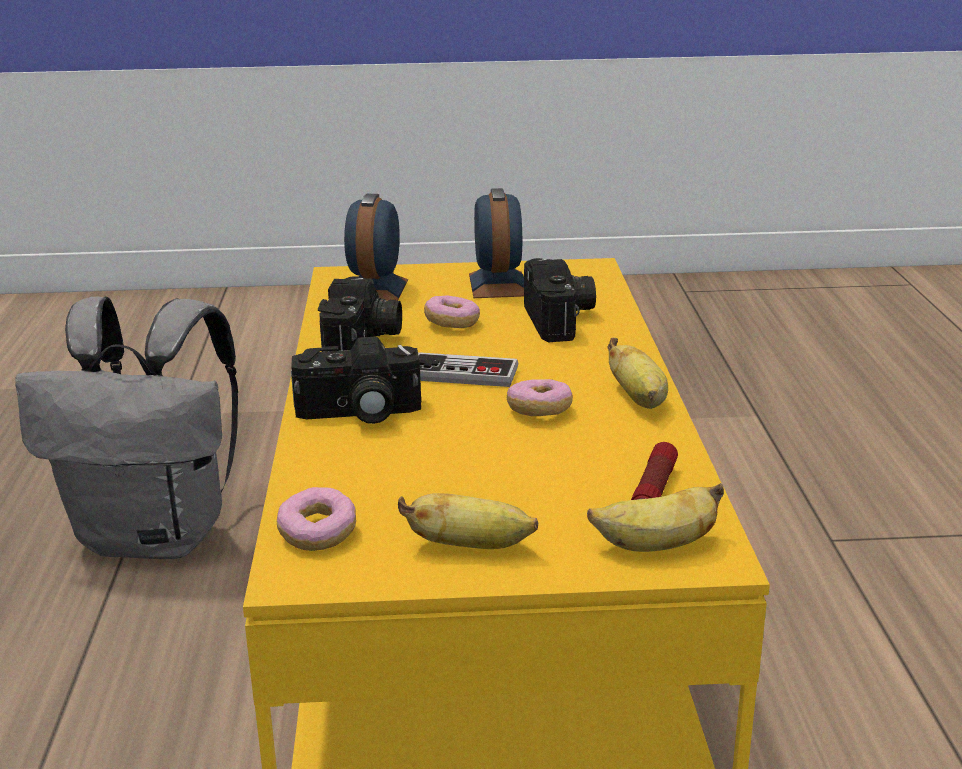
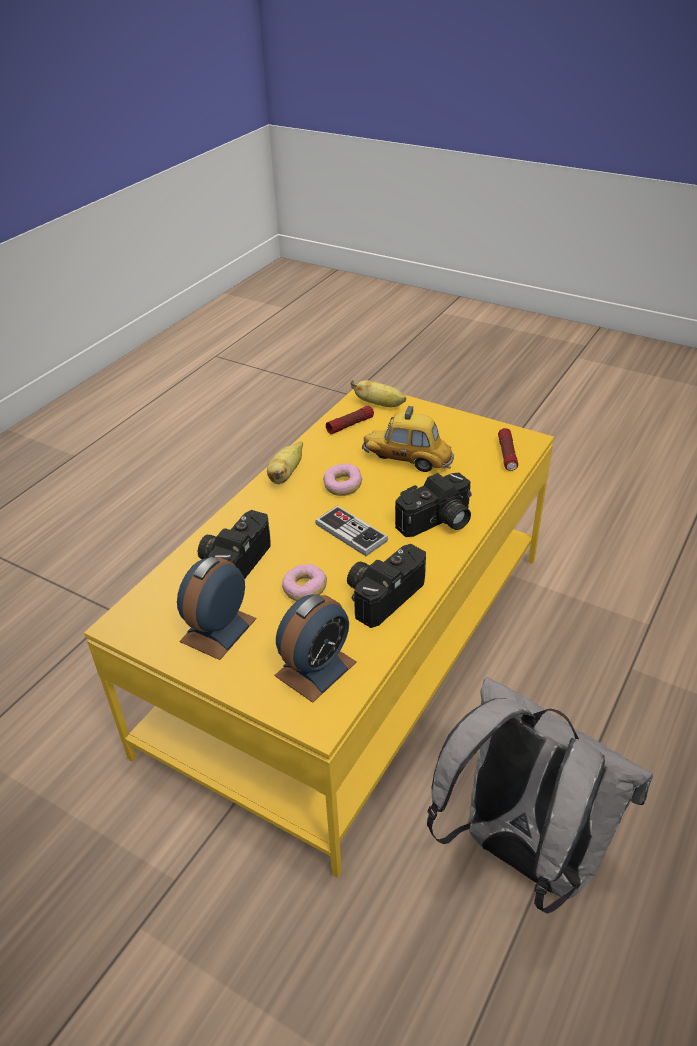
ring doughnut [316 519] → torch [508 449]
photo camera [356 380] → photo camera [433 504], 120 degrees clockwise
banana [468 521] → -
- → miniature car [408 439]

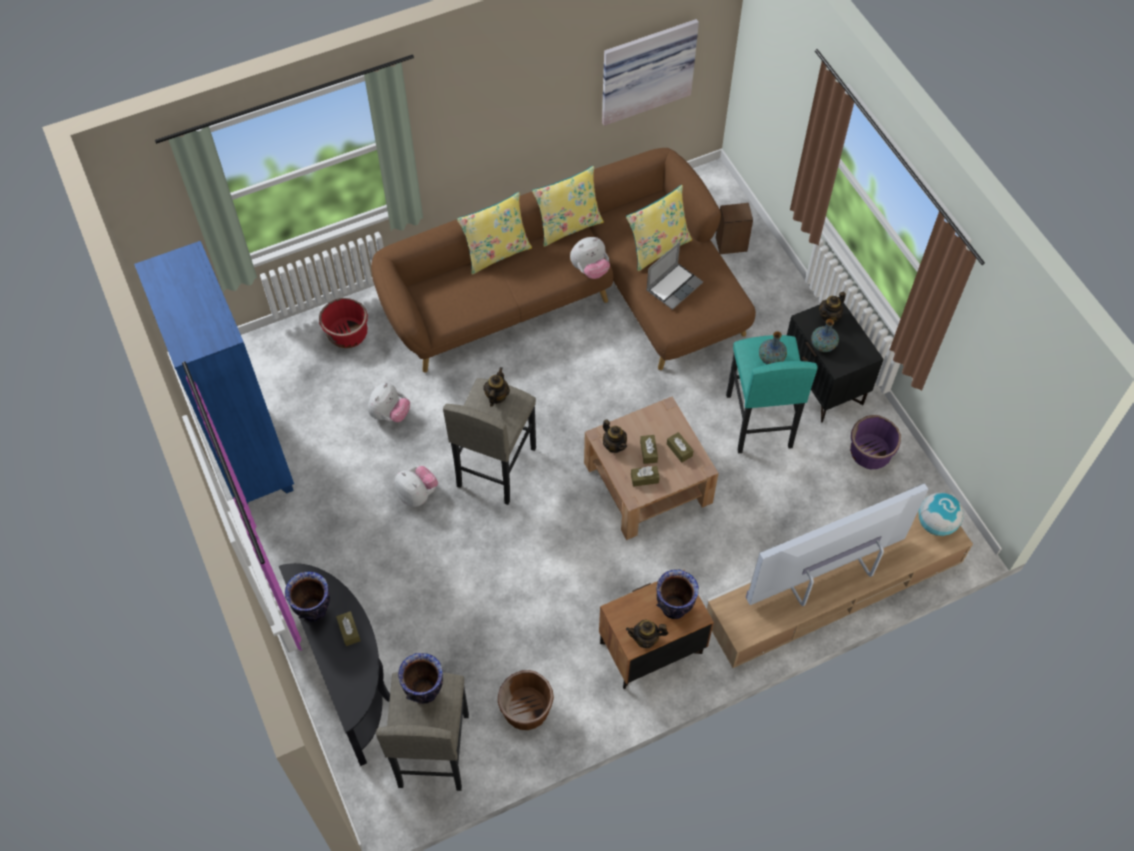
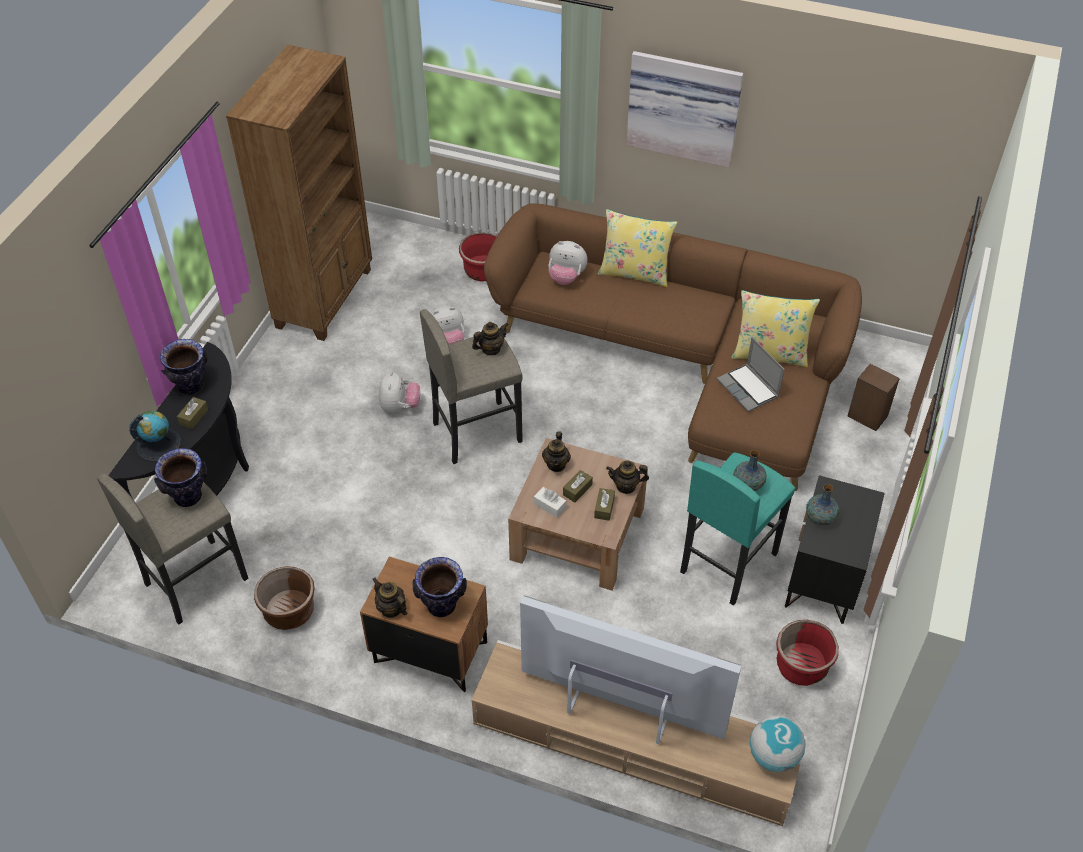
bookcase in blue [214 372] → bookcase in brown [299 193]
throw pillow in yellow [568 206] → -
soft toy [590 258] → soft toy [567 263], move
wall art [650 72] → wall art [685 109], move
tissue box in brown [645 476] → tissue box in white-coloured [550 502]
portable computer [675 275] → portable computer [751 374], 60 degrees clockwise
teapot [832 307] → teapot [627 477], move
plant pot in purplish [875 442] → plant pot in red-coloured [807 653]
- → globe [155 436]

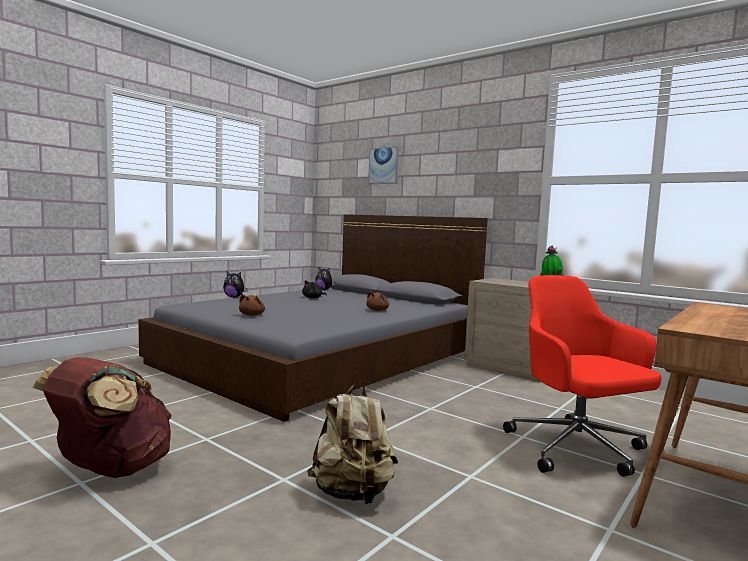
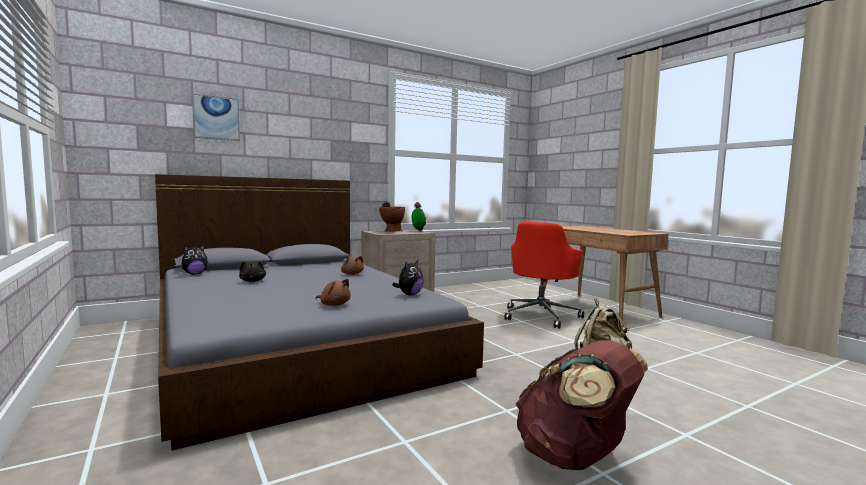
soft toy [235 285] → soft toy [408 277], move
office chair in red-coloured [582 376] → office chair in red-coloured [544 275], 60 degrees counterclockwise
- → decorative vase in brown [392 217]

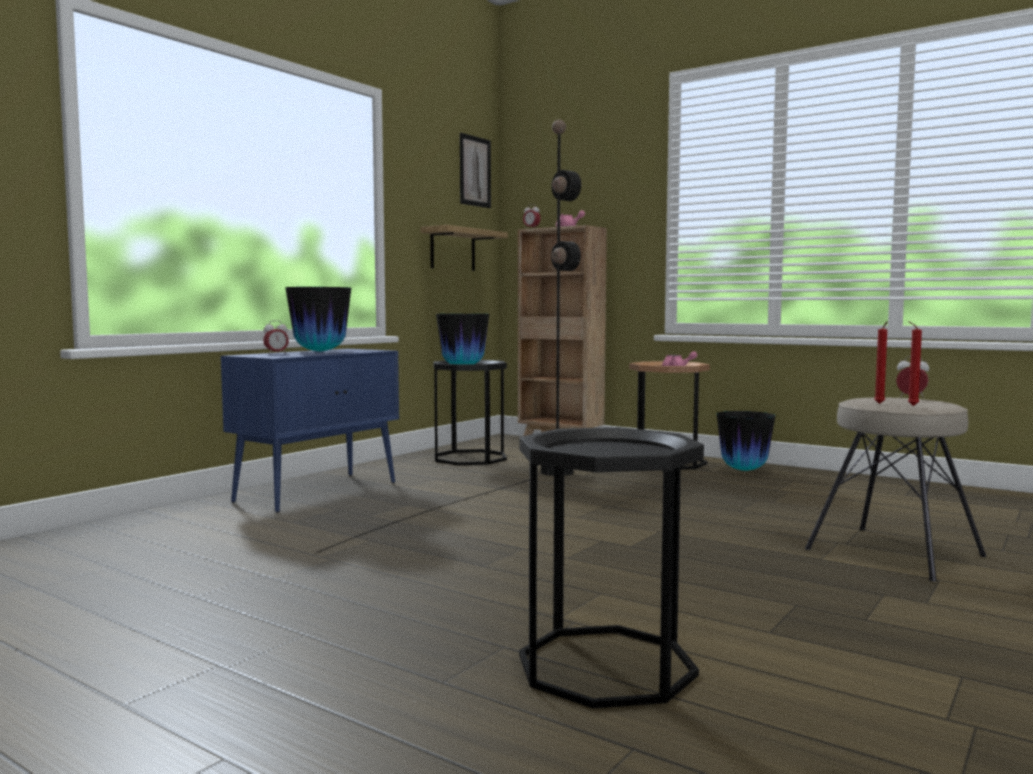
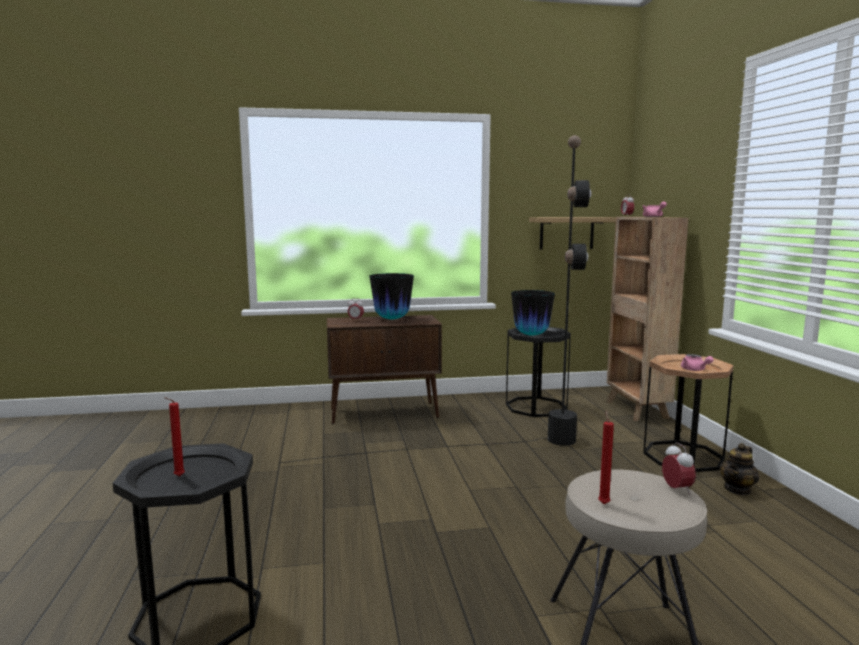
cabinet in blue [310 431] → cabinet in brown [384 369]
wall art [475 170] → -
decorative vase [746 441] → teapot [739 469]
candle in red-coloured [881 362] → candle in red-coloured [174 437], move

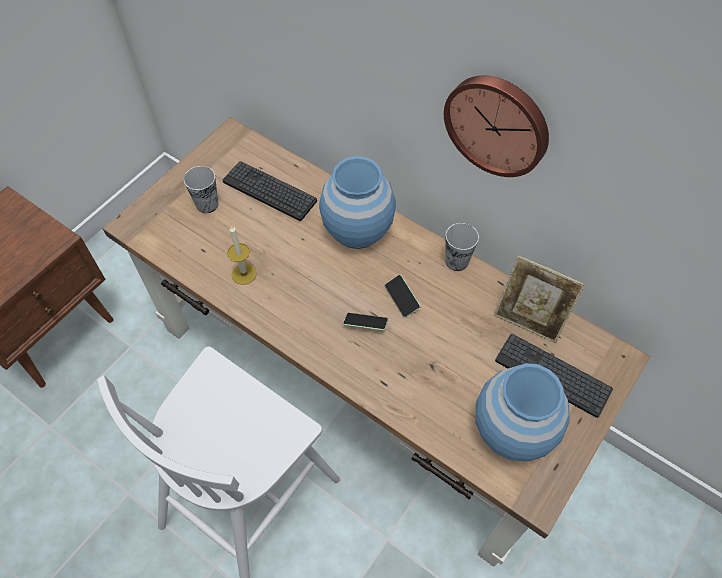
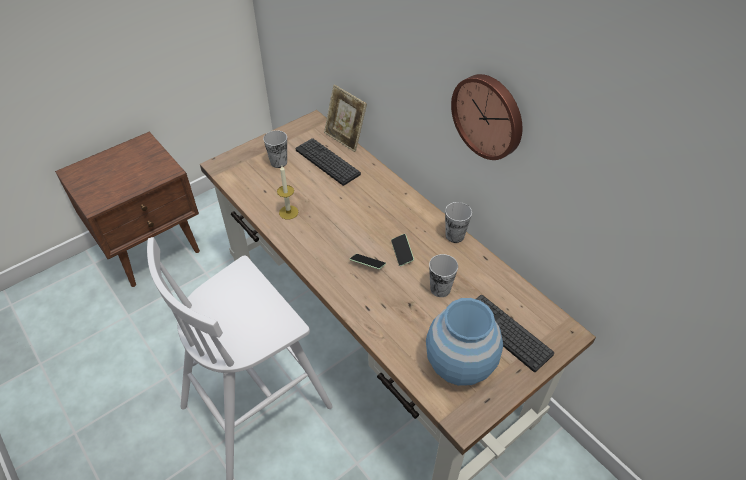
decorative vase in blue [357 202] → -
picture frame [540 299] → picture frame [345 118], move
- → small cup [443 275]

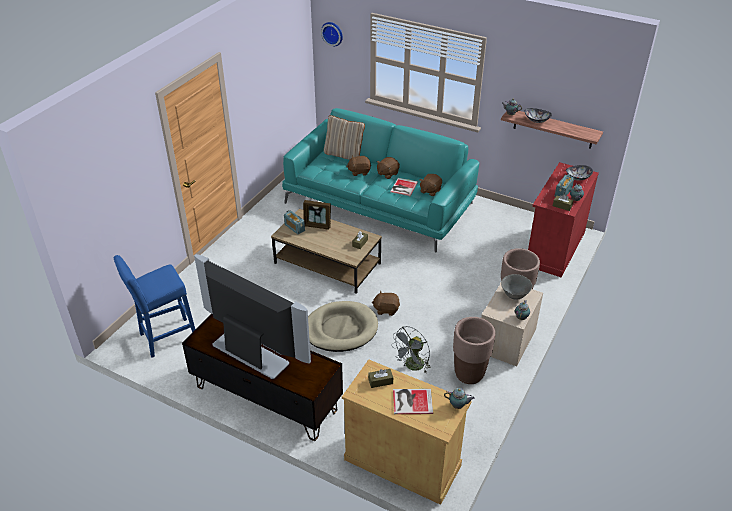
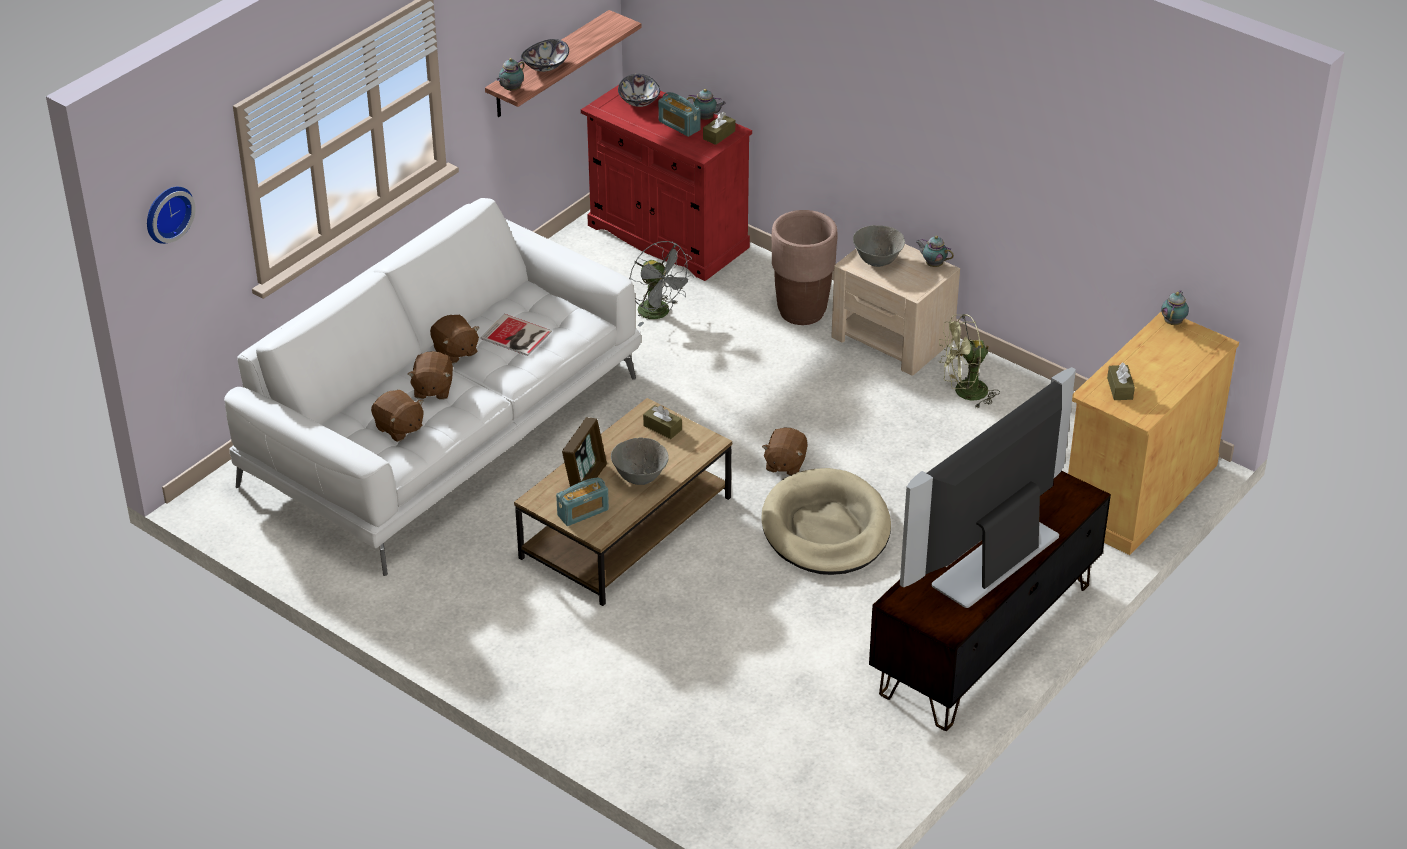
stool in blue [155 306] → -
couch in turquoise [380 180] → couch in white-coloured [432 387]
throw pillow in sand-coloured [344 137] → -
fan in gray [411 349] → fan in gray [661 284], move
volume [413 401] → -
soft toy in brown [430 185] → soft toy in brown [397 416], move
plant pot in brown [474 350] → fan in green [969 361]
- → deep dish in gray [640 461]

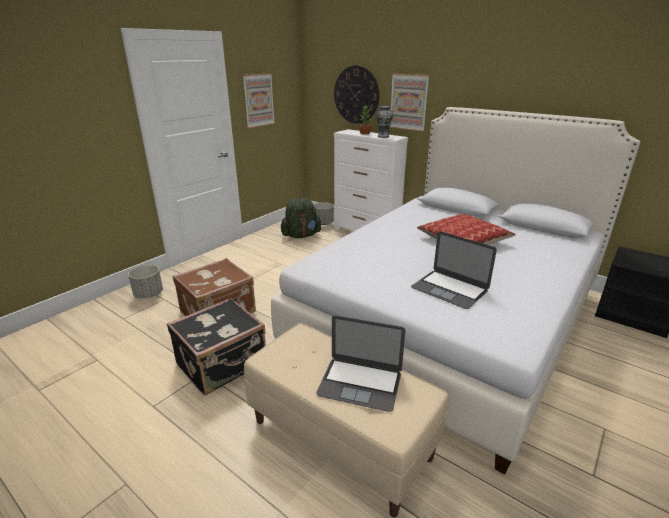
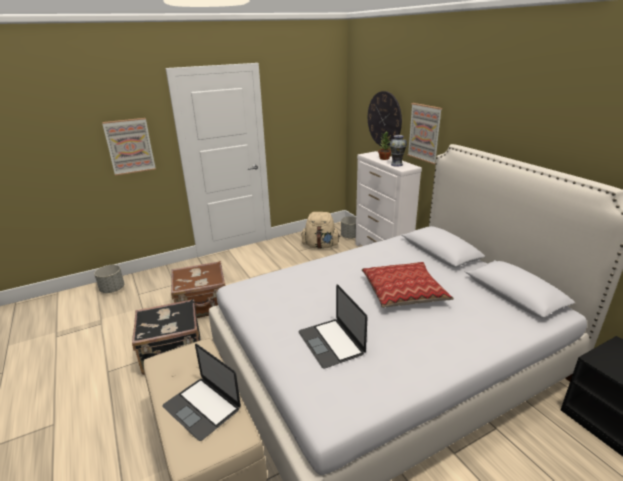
plant pot in gray [145 281] → plant pot in gray [109 279], move
wall art [258 100] → wall art [129 147], move
knapsack in green [301 218] → knapsack in sand-coloured [320 230]

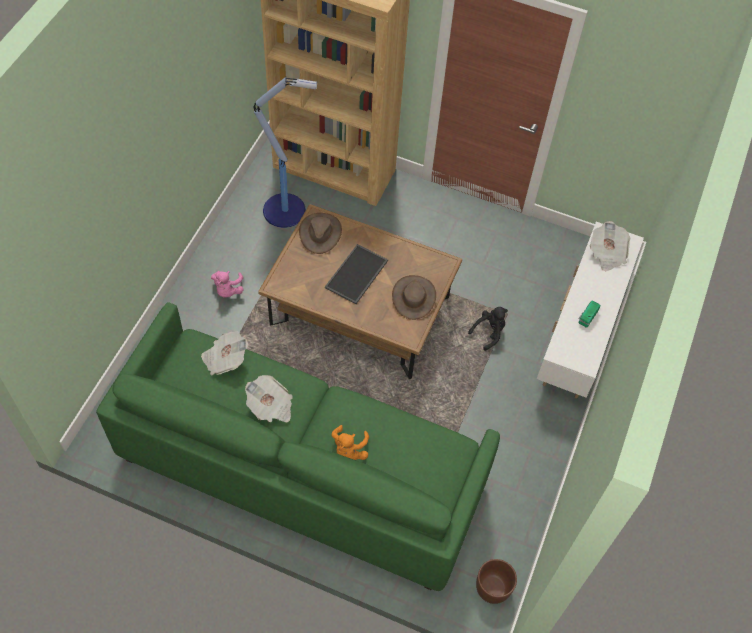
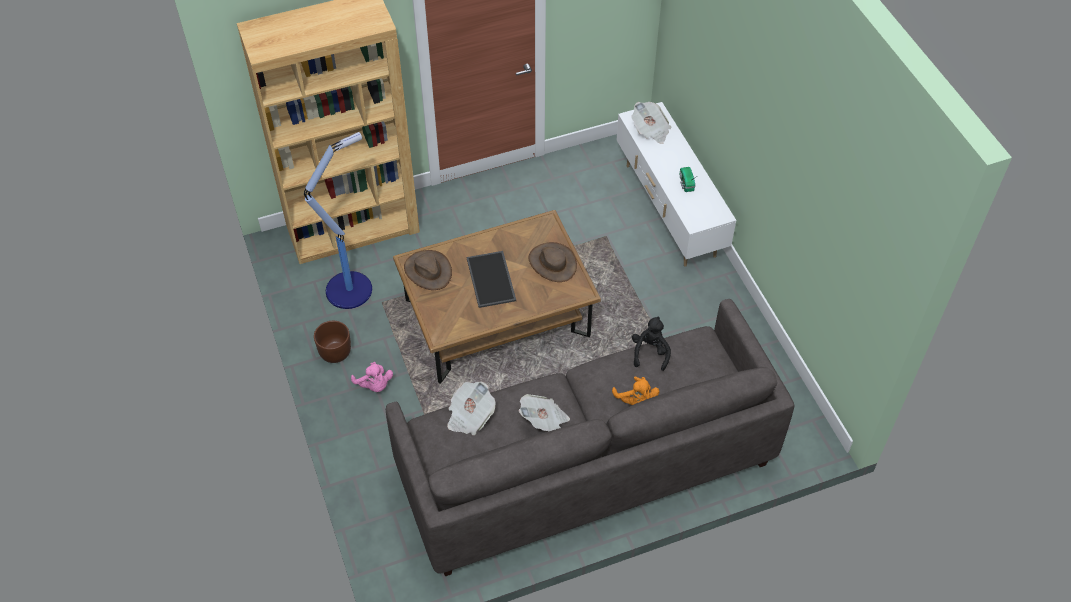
couch in green [298 446] → couch in gray [590 437]
soft toy in black [488 329] → soft toy in black [651 343], move
plant pot in brown [496 581] → plant pot in brown [332 342], move

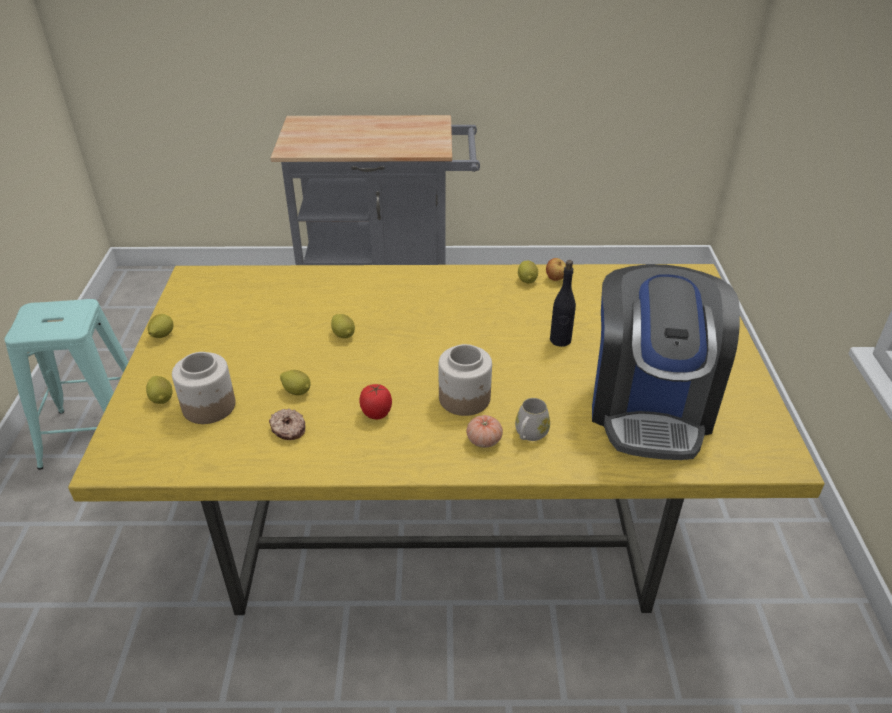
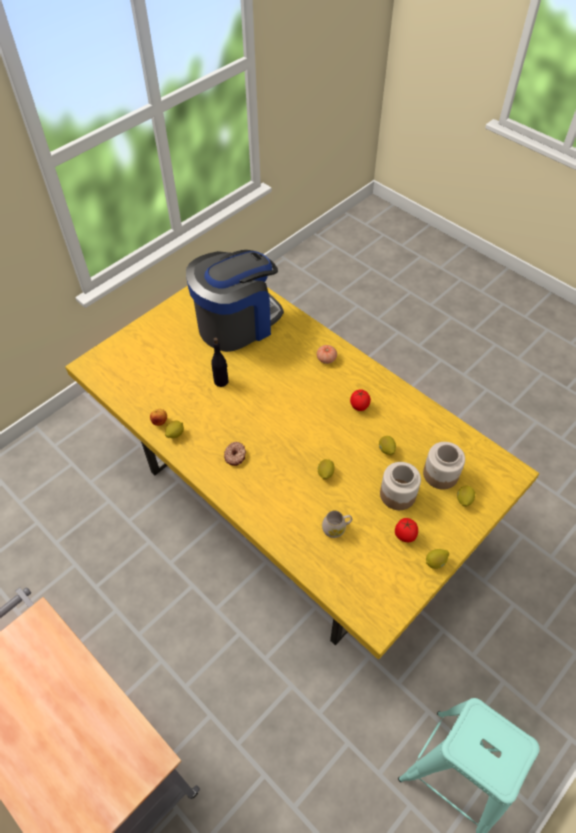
ring doughnut [287 424] → ring doughnut [235 454], move
preserve jar [465 380] → preserve jar [400 486], move
coffee mug in white-coloured [532 419] → coffee mug in white-coloured [337 524], move
- → fresh tomato [406 530]

